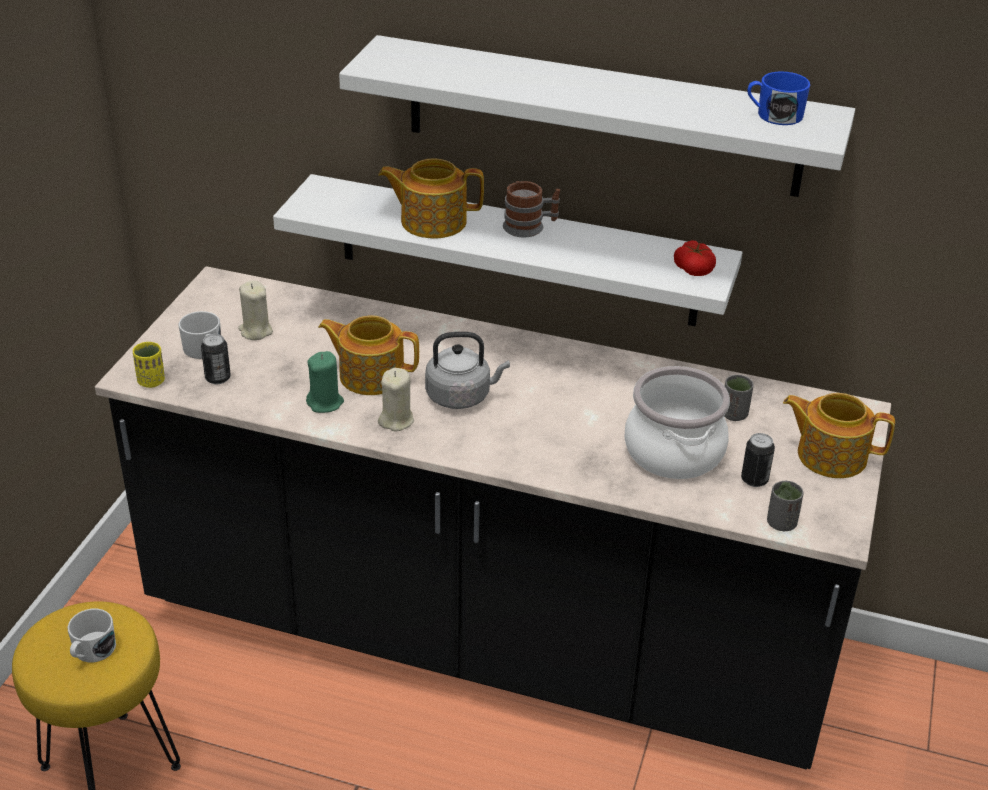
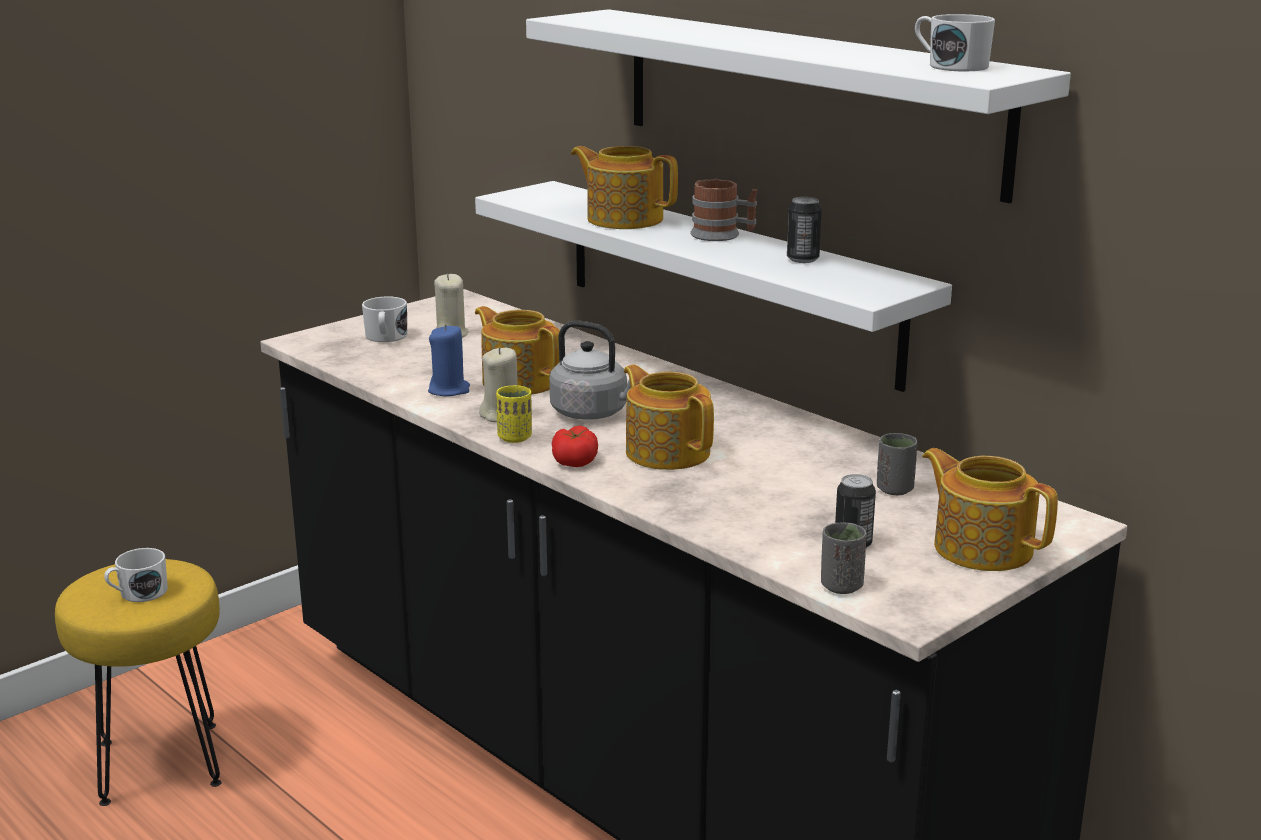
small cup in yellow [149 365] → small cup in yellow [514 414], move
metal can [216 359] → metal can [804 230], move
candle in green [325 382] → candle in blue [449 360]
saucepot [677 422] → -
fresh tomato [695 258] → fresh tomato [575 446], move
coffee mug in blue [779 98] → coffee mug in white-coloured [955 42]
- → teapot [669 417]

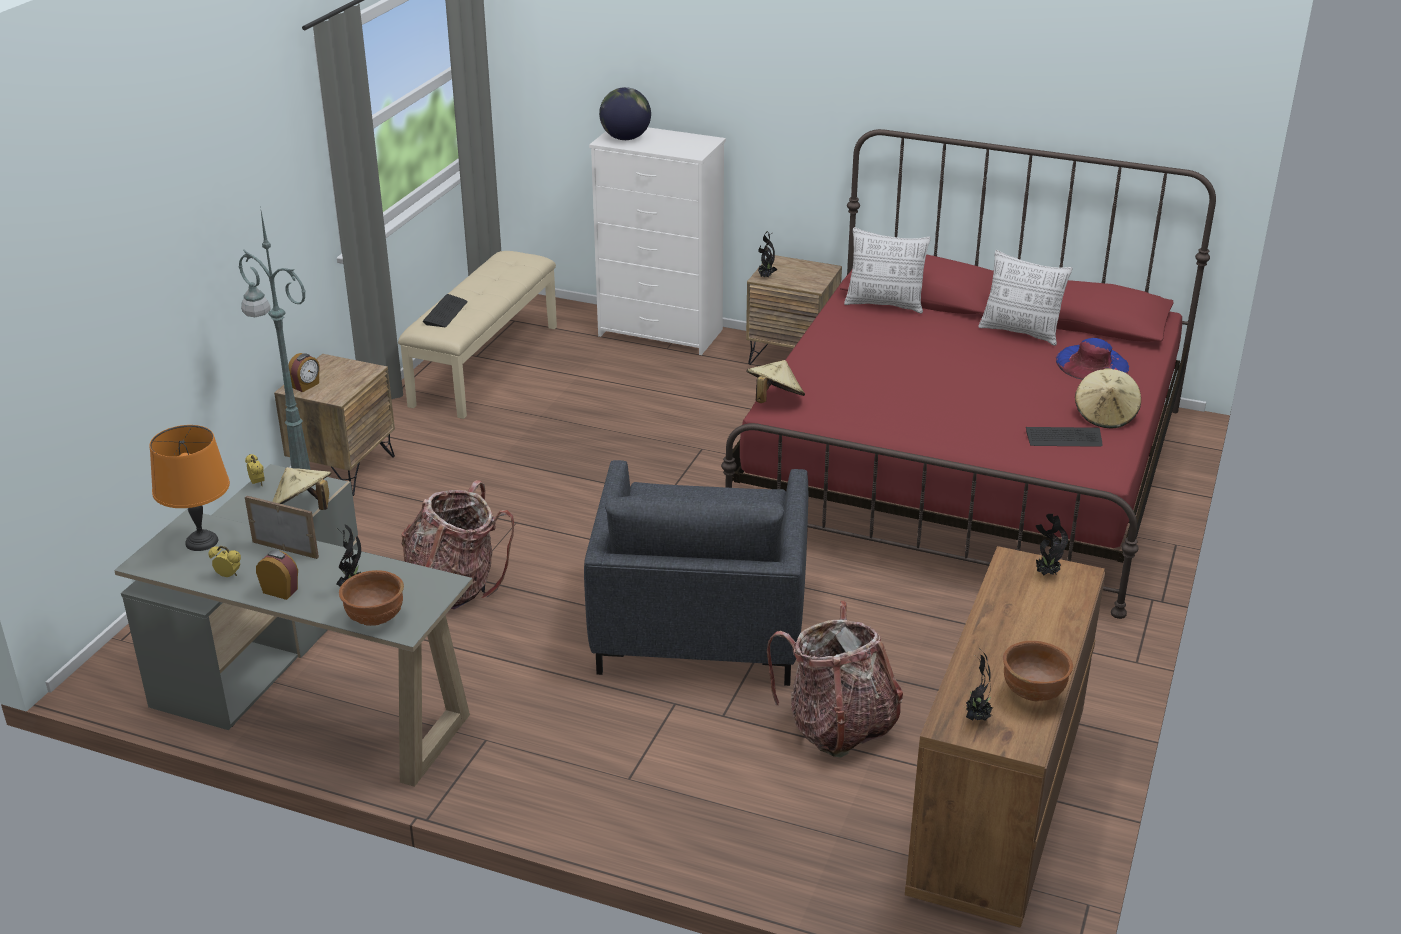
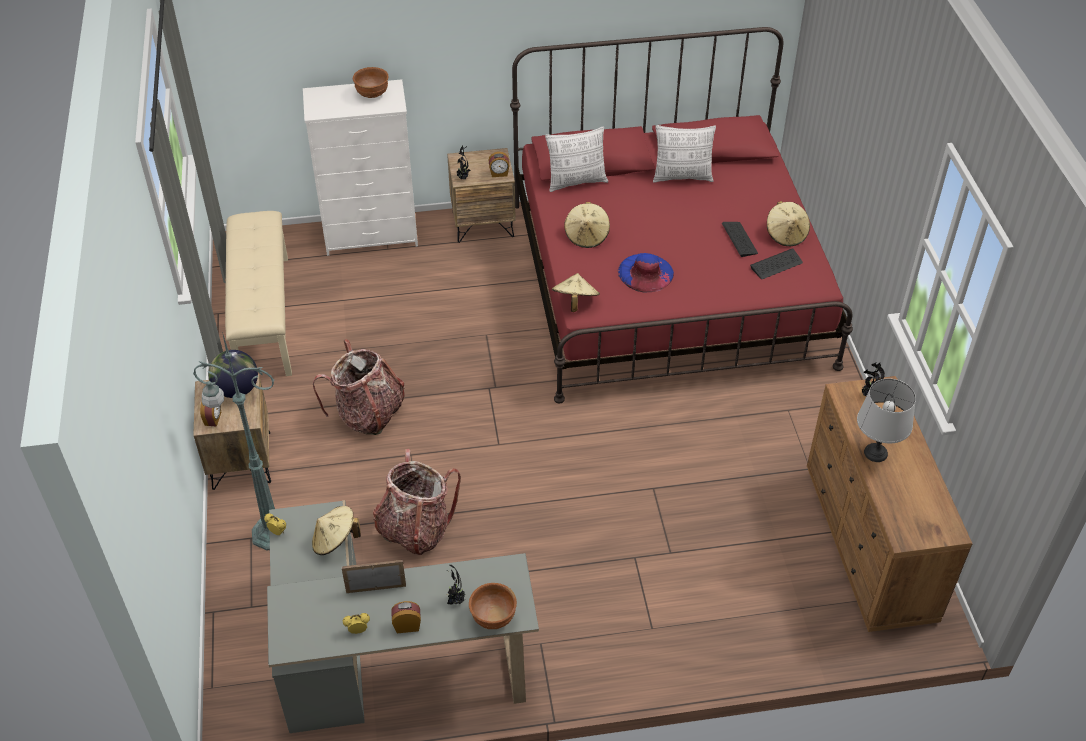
tabletop lamp in orangey [190 488] → -
computer keyboard [445 310] → computer keyboard [740 239], move
lounge chair in gray [696 573] → -
globe [625 113] → globe [233 374], move
knapsack [835 679] → knapsack [359 387], move
houseplant [979 685] → -
deep dish in brown [1038 671] → deep dish in brown [370 82], move
wearable hat in blue [1092 359] → wearable hat in blue [646 272], move
- → table clock [499 164]
- → wearable hat in sand-coloured [587 225]
- → tabletop lamp in gray [886 420]

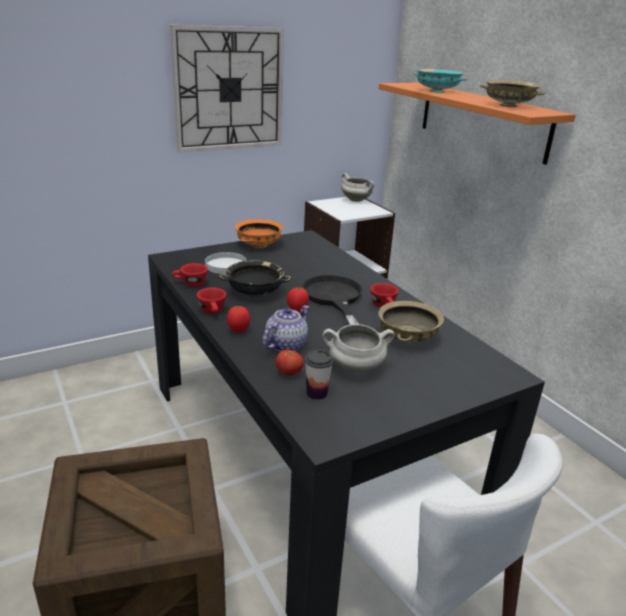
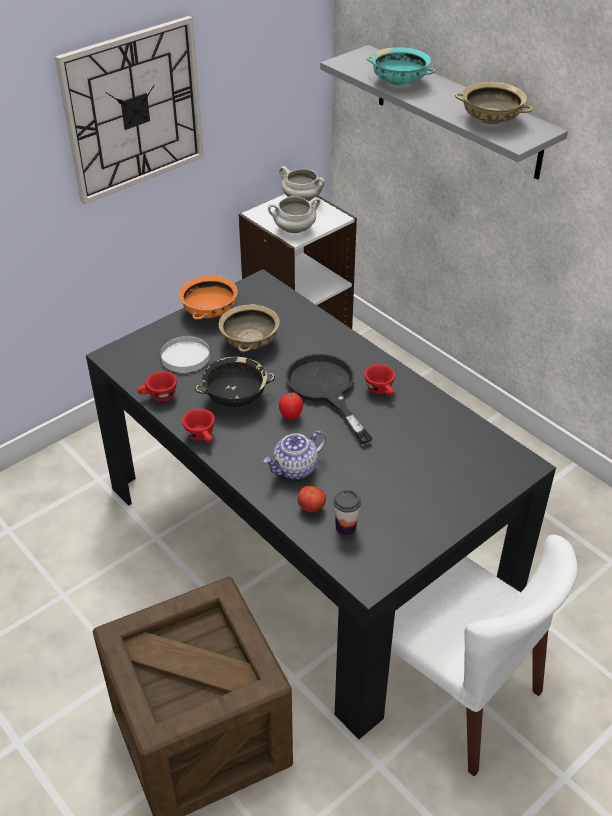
fresh tomato [238 319] → -
teapot [286 329] → teapot [294 455], 150 degrees counterclockwise
saucepot in white-coloured [358 348] → saucepot in white-coloured [294 214], move
deep dish in sand-coloured [411 322] → deep dish in sand-coloured [249 328], move
wall shelf in orangey [477 124] → wall shelf in gray [444 112]

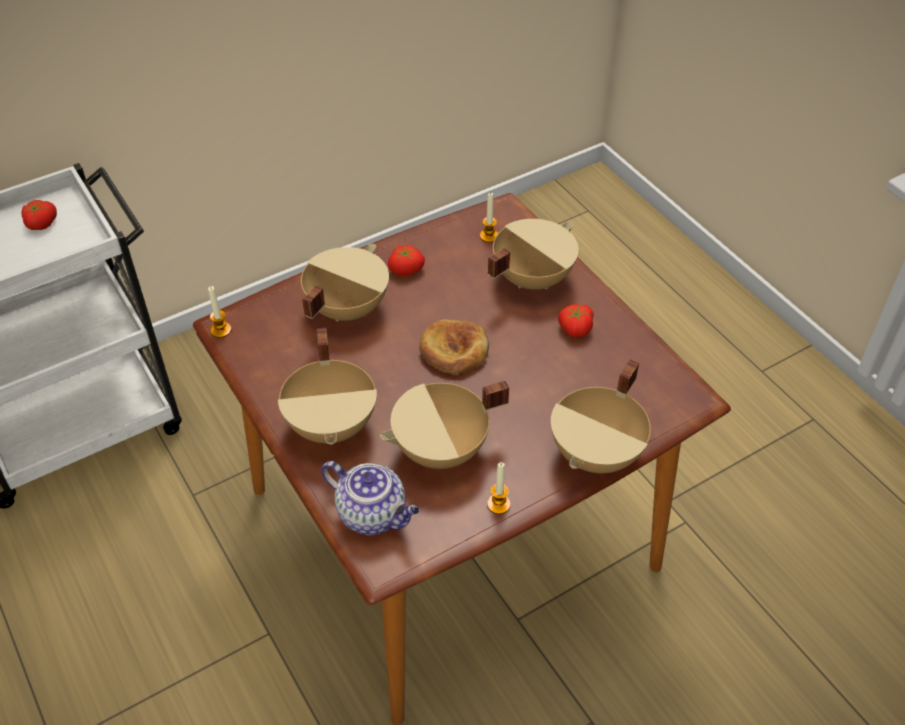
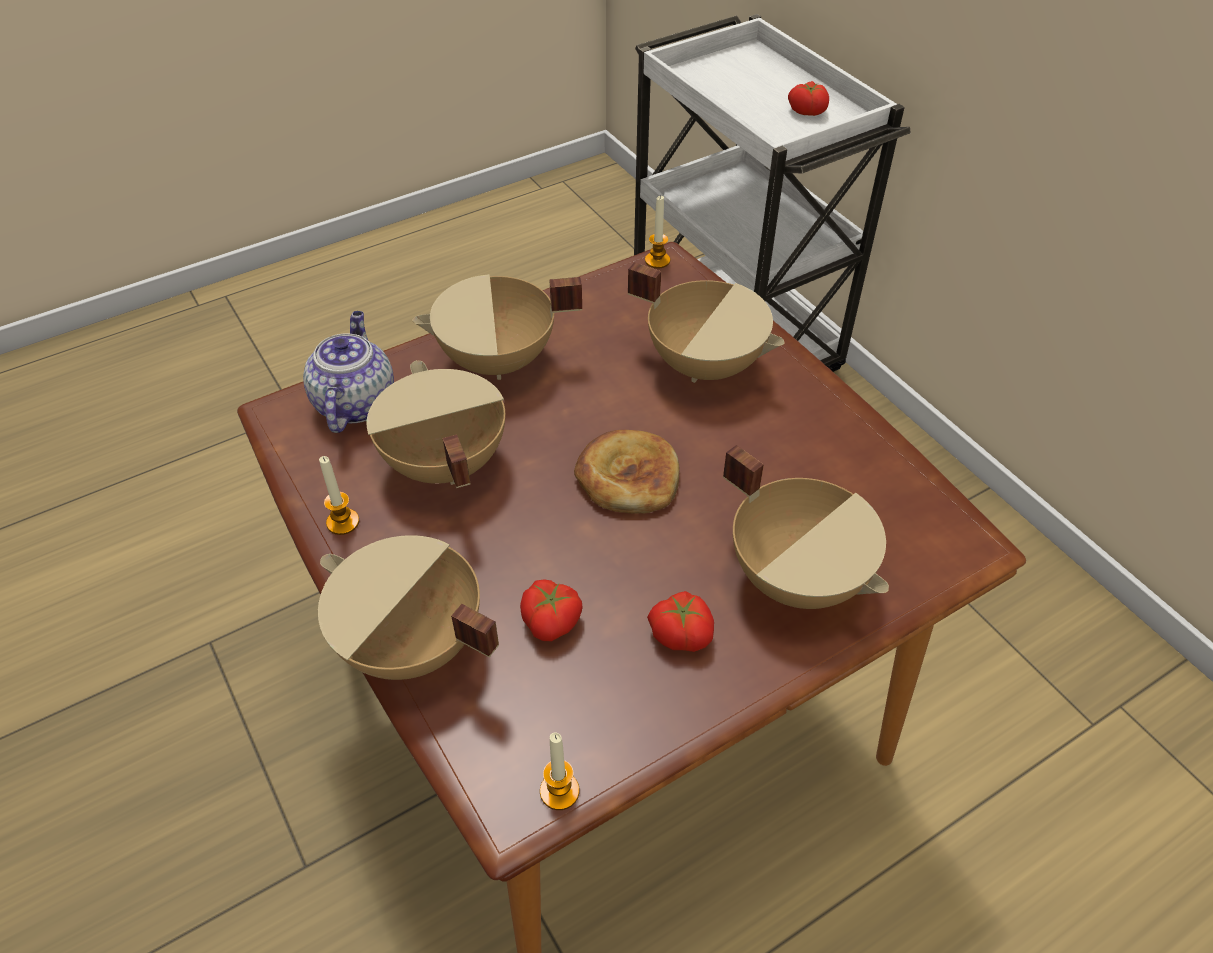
teapot [370 498] → teapot [348 372], 150 degrees clockwise
fresh tomato [406 260] → fresh tomato [551 610], move
candle [489 217] → candle [559 771], move

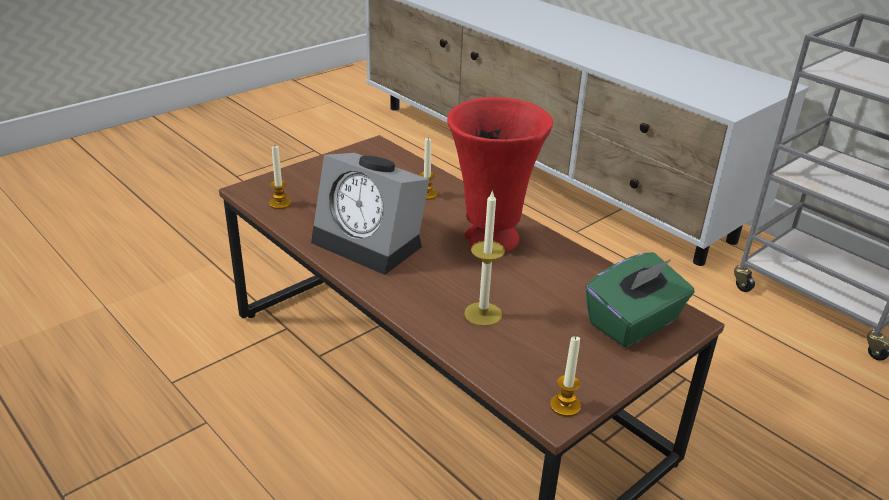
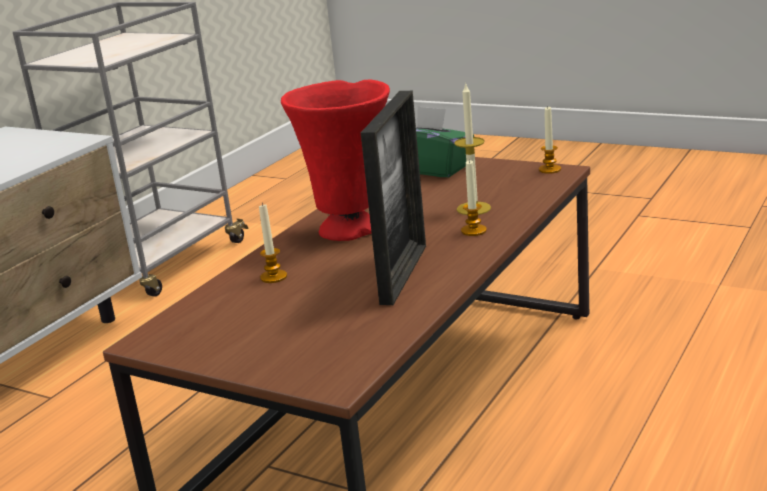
candle [280 177] → candle [474 198], move
table clock [370 214] → picture frame [393 198]

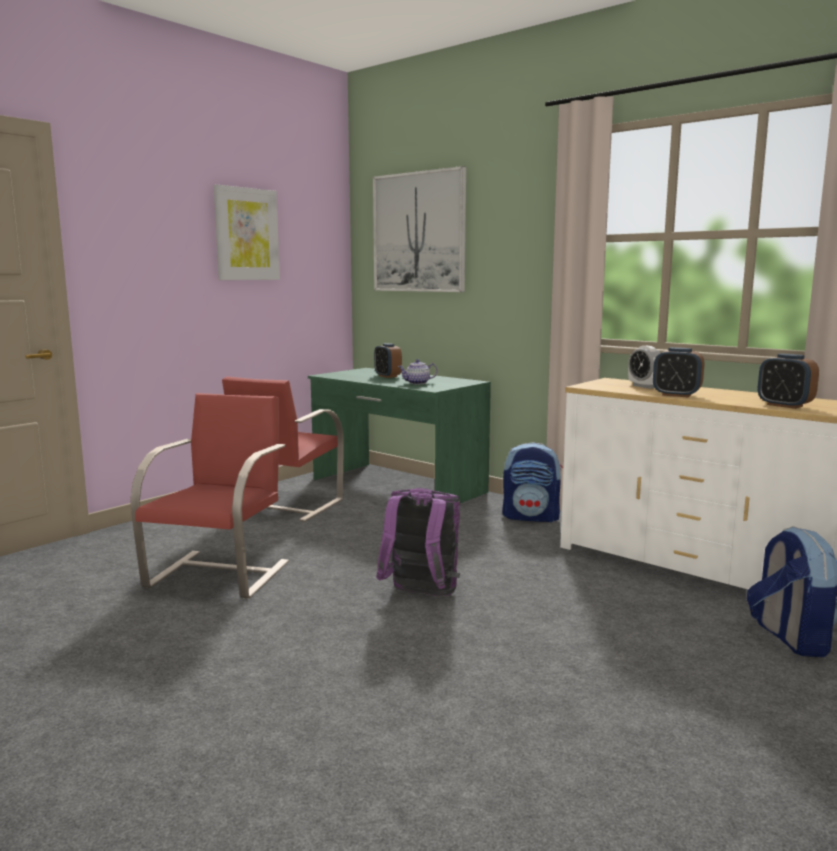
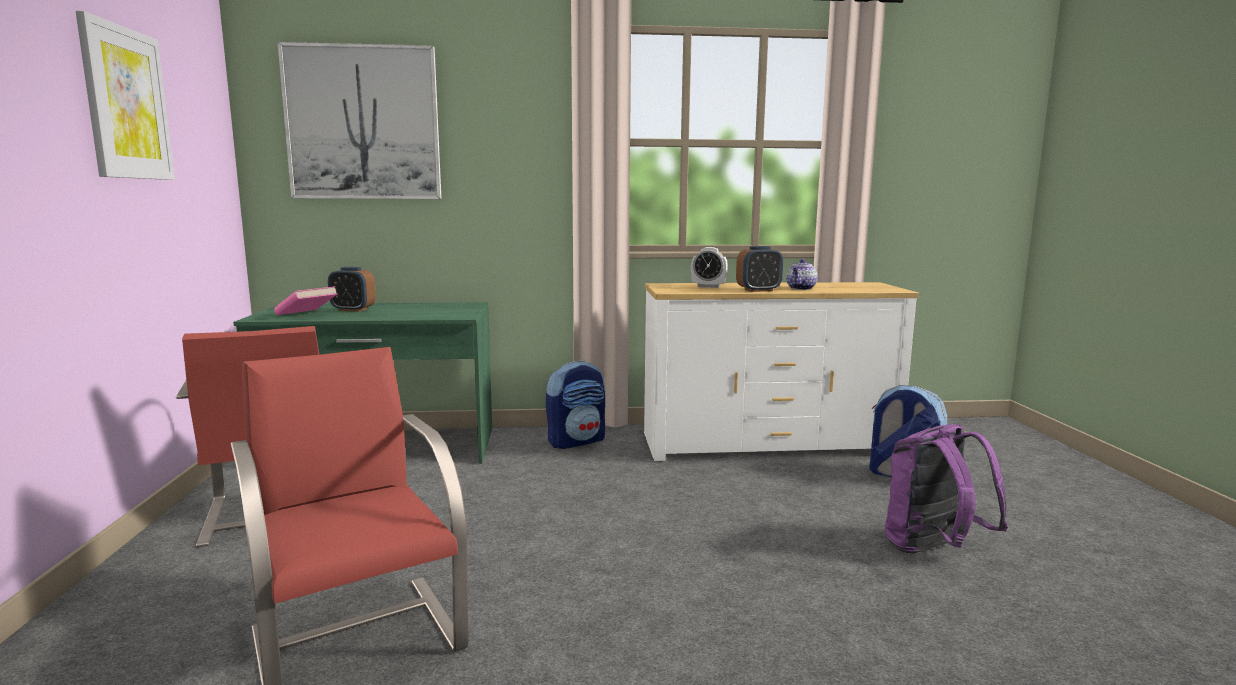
knapsack in purplish [418 542] → knapsack in purplish [946 488], move
teapot [418 371] → teapot [802 274], move
table clock [788 381] → -
- → volume in pink [305 300]

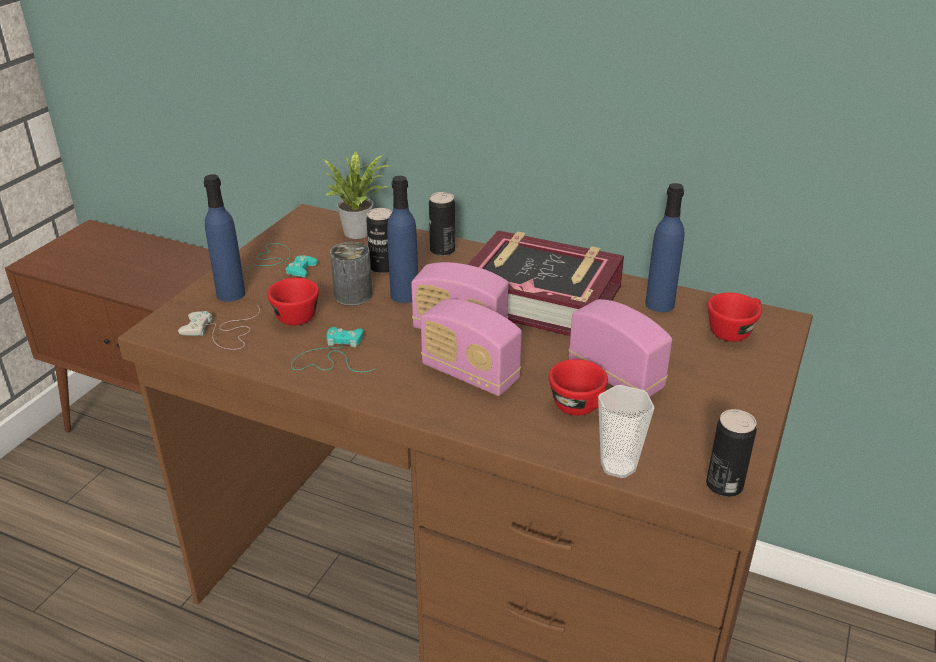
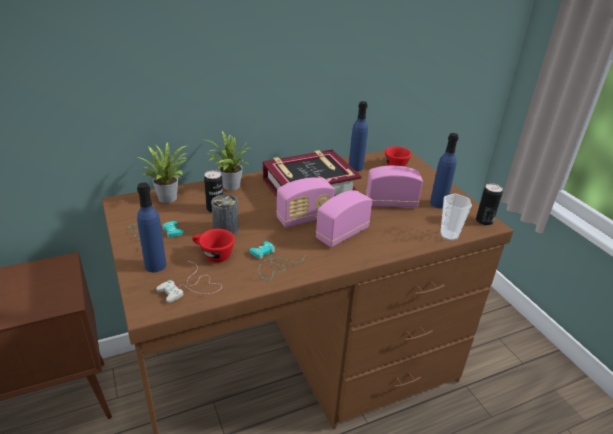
bottle in blue [402 239] → bottle in blue [444 170], move
radio [471 347] → radio [344 218], 150 degrees clockwise
metal can [442 224] → houseplant [227 161]
small cup in red-coloured [578 387] → -

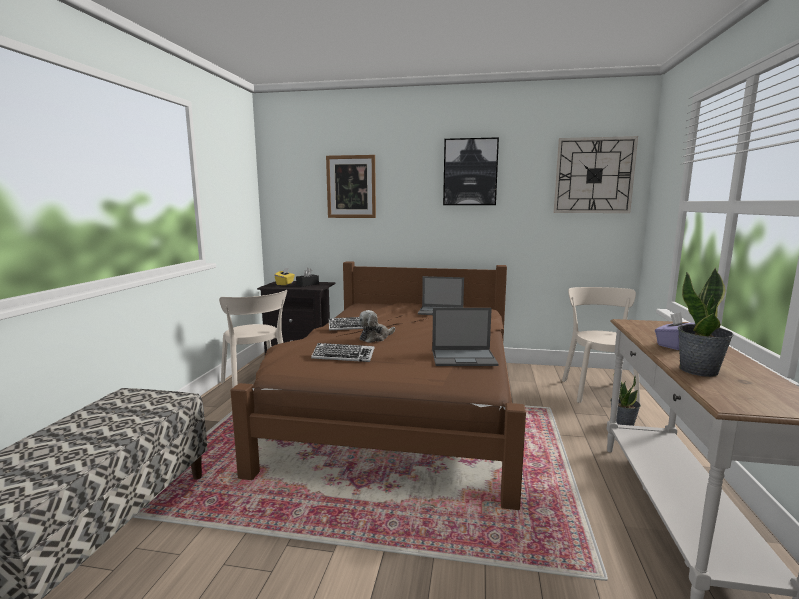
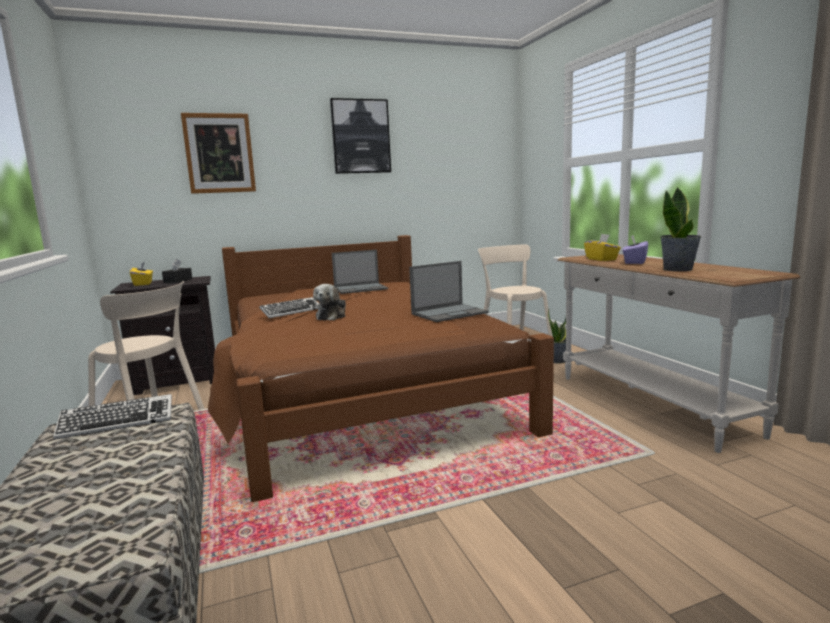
computer keyboard [343 352] → computer keyboard [112 417], move
hanging clock [596 174] → -
- → tissue box in yellow [602 247]

